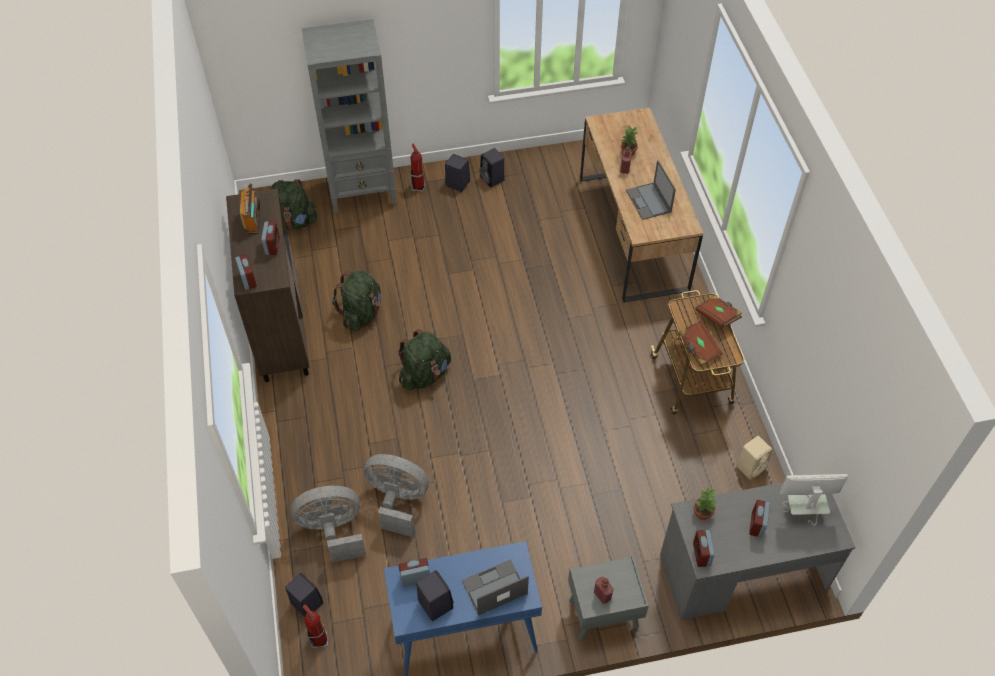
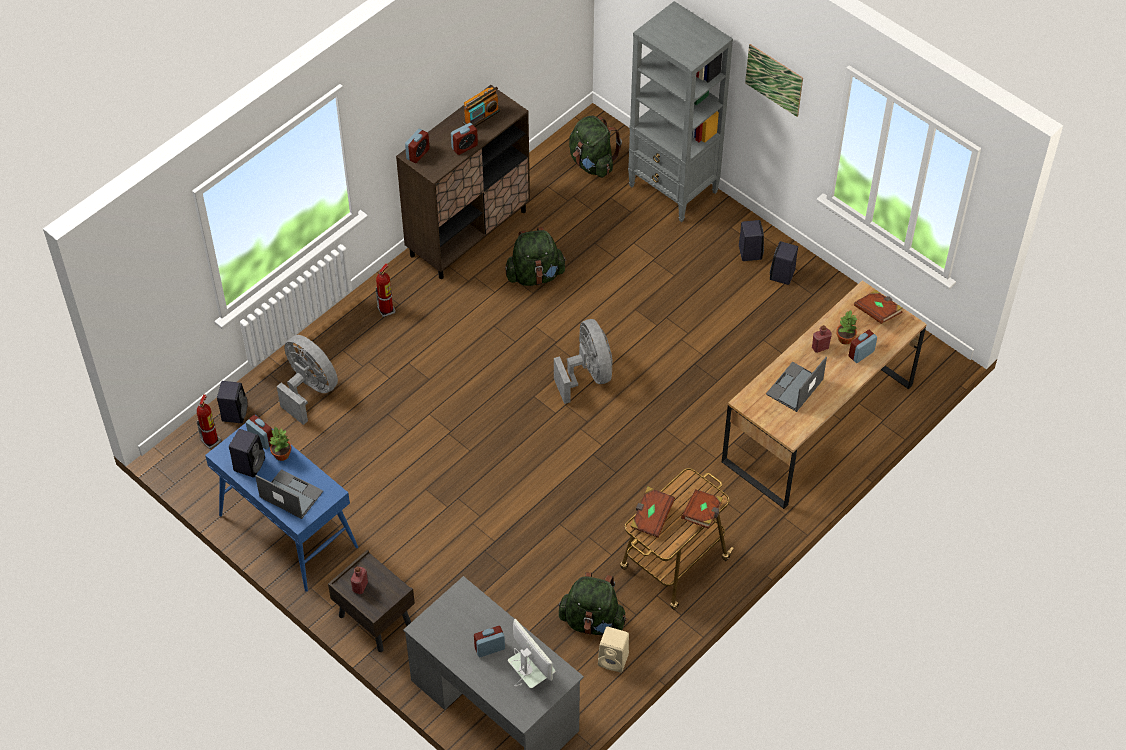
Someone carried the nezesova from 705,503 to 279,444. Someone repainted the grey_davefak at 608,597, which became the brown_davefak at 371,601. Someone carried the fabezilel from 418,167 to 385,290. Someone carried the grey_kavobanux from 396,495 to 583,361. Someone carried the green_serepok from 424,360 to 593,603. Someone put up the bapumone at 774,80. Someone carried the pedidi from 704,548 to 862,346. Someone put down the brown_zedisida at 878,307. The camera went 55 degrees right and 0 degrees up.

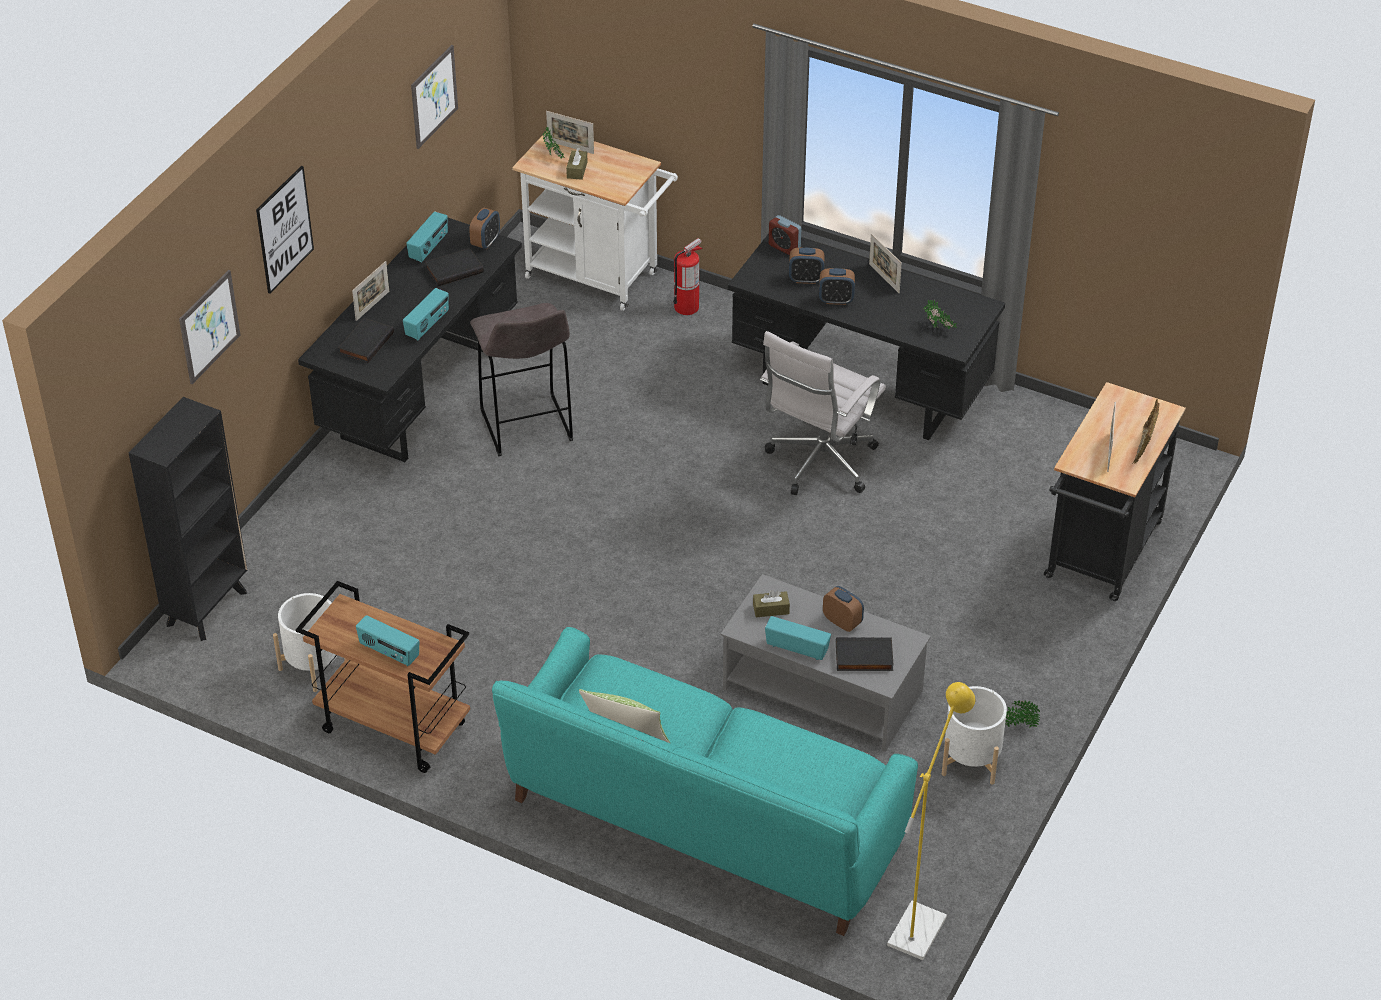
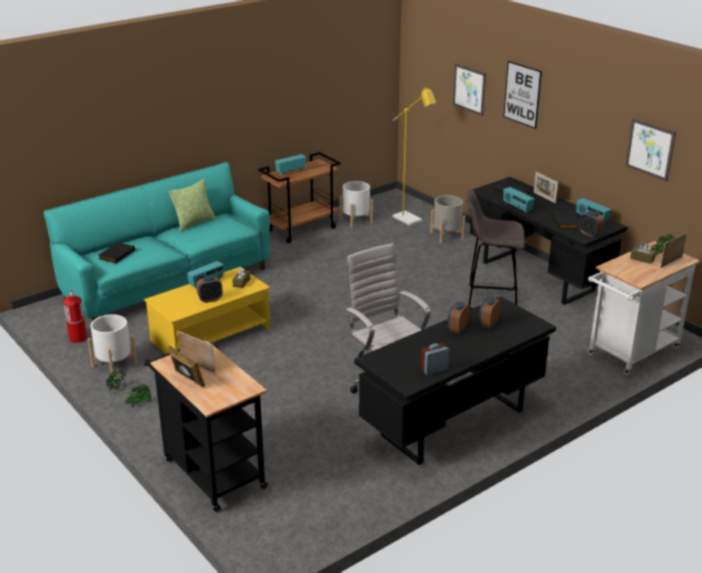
Someone carried the fabezilel from 687,276 to 75,316. Someone carried the black_zedisida from 864,654 to 117,253. Someone carried the nezesova from 940,314 to 138,396. Someone repainted the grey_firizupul at 826,663, which became the yellow_firizupul at 207,310. Someone carried the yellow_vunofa from 931,821 to 414,156. Someone carried the pedidi from 785,235 to 435,359. Someone put down the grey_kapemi at 447,219. Someone took away the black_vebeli at 187,519. Someone took away the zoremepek at 885,263. The camera went 115 degrees right and 15 degrees down.

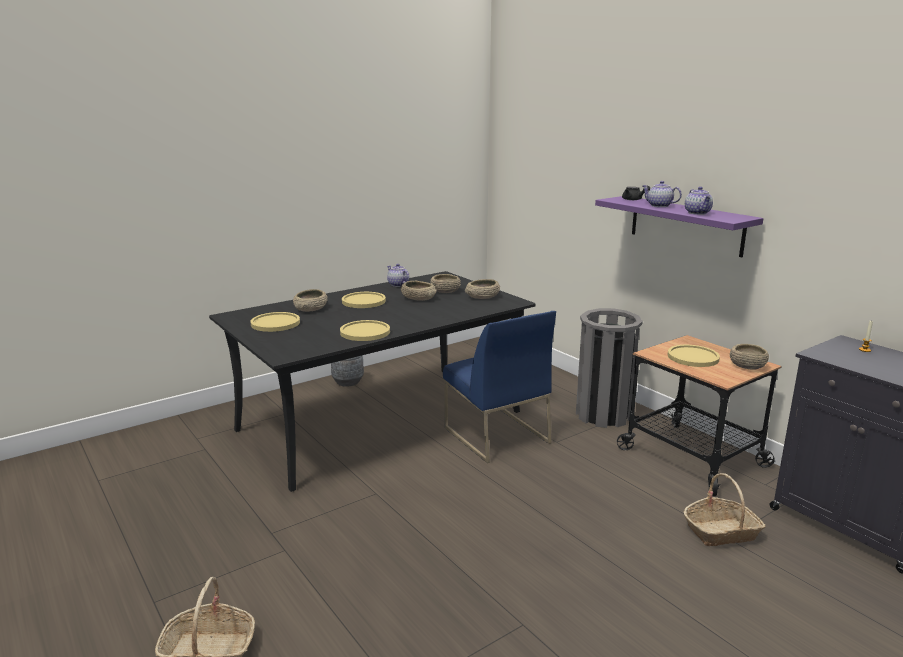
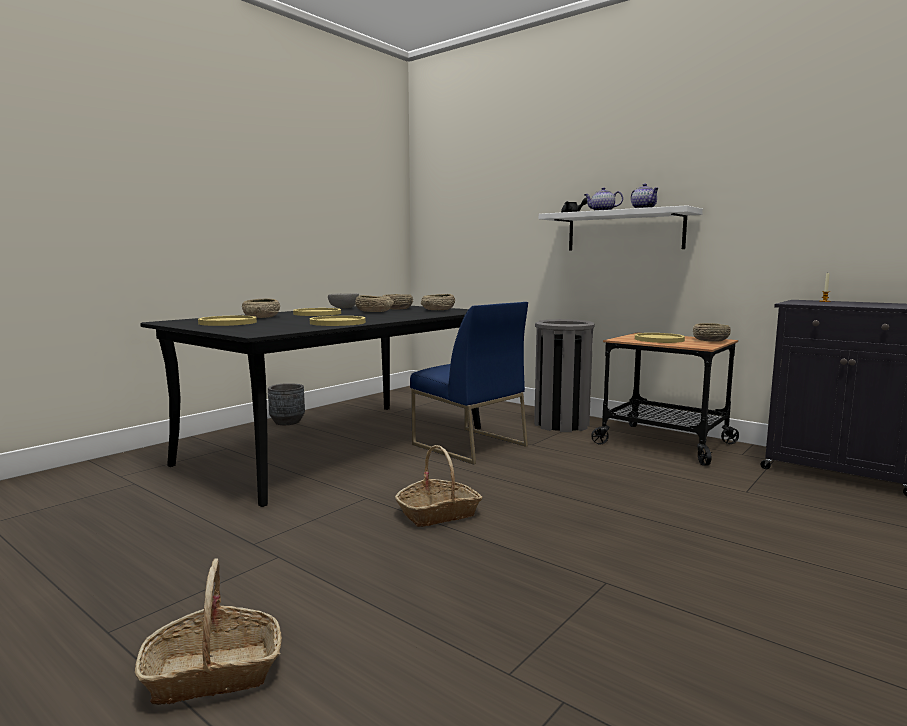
Someone swapped the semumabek at 398,275 for the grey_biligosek at 343,301. Someone carried the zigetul from 725,509 to 438,486. Someone repainted the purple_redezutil at 679,226, which became the white_redezutil at 621,228. The camera went 15 degrees left and 10 degrees down.

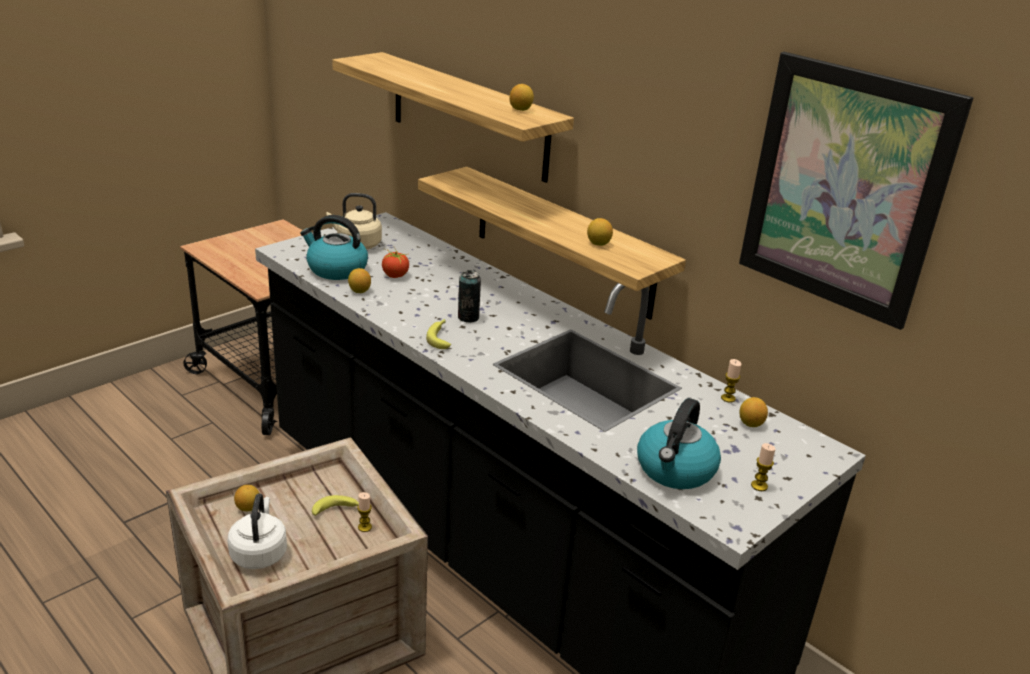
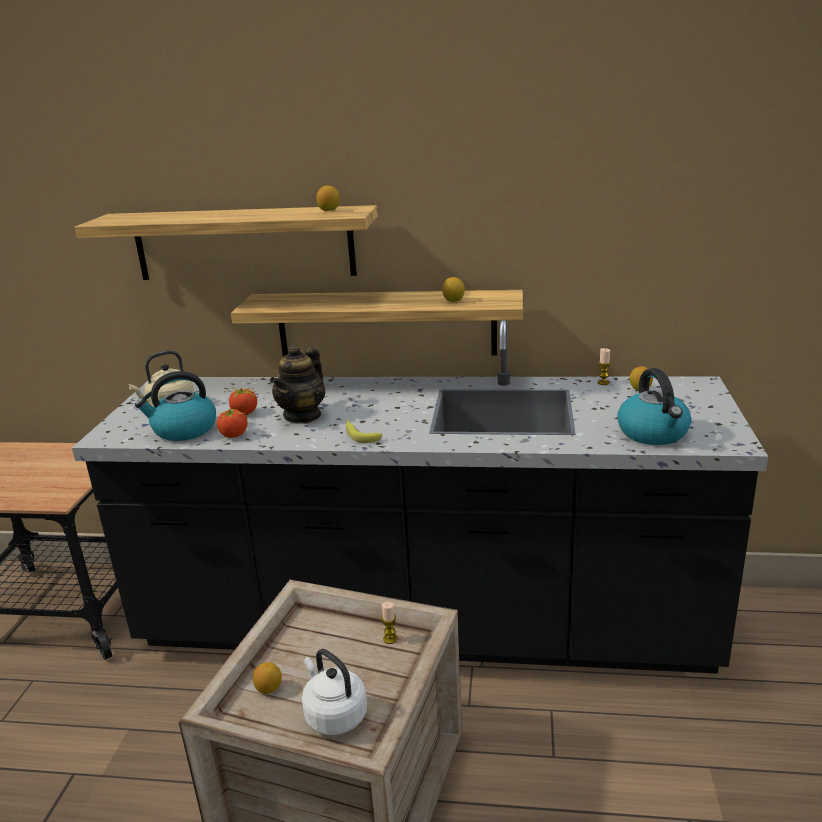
Someone swapped the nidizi at 359,280 for the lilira at 232,423. Someone put down the semumabek at 297,384. Someone took away the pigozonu at 335,505. Someone took away the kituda at 469,296. Someone took away the bapumone at 856,191. Someone took away the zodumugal at 763,467. The camera went 35 degrees left and 5 degrees down.

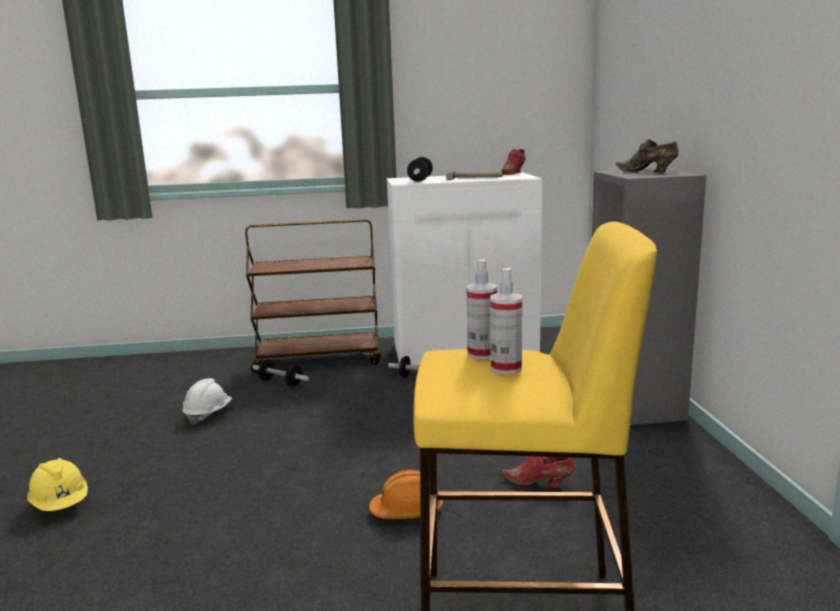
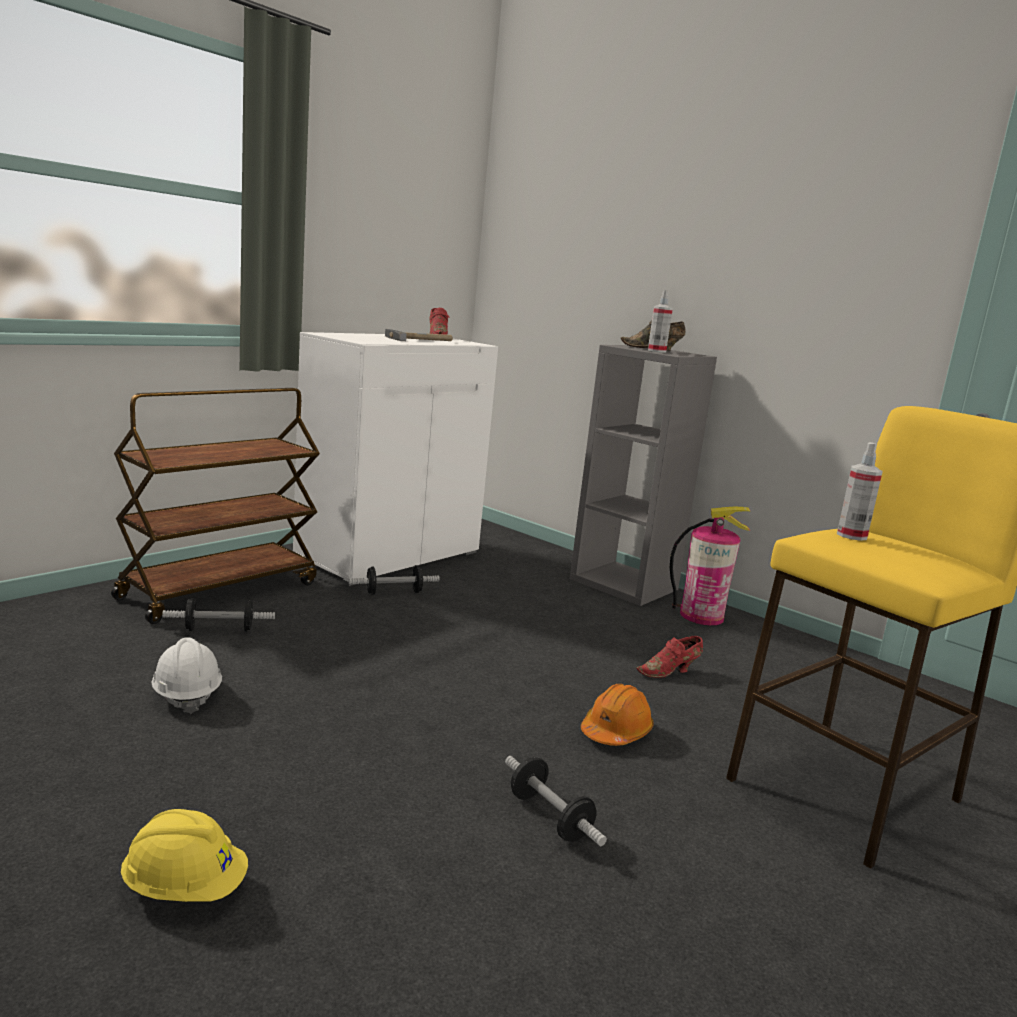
Someone carried the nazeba from 420,169 to 556,801. Someone carried the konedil from 506,321 to 660,321. Someone put down the fabezilel at 710,565. The camera went 45 degrees left and 0 degrees up.

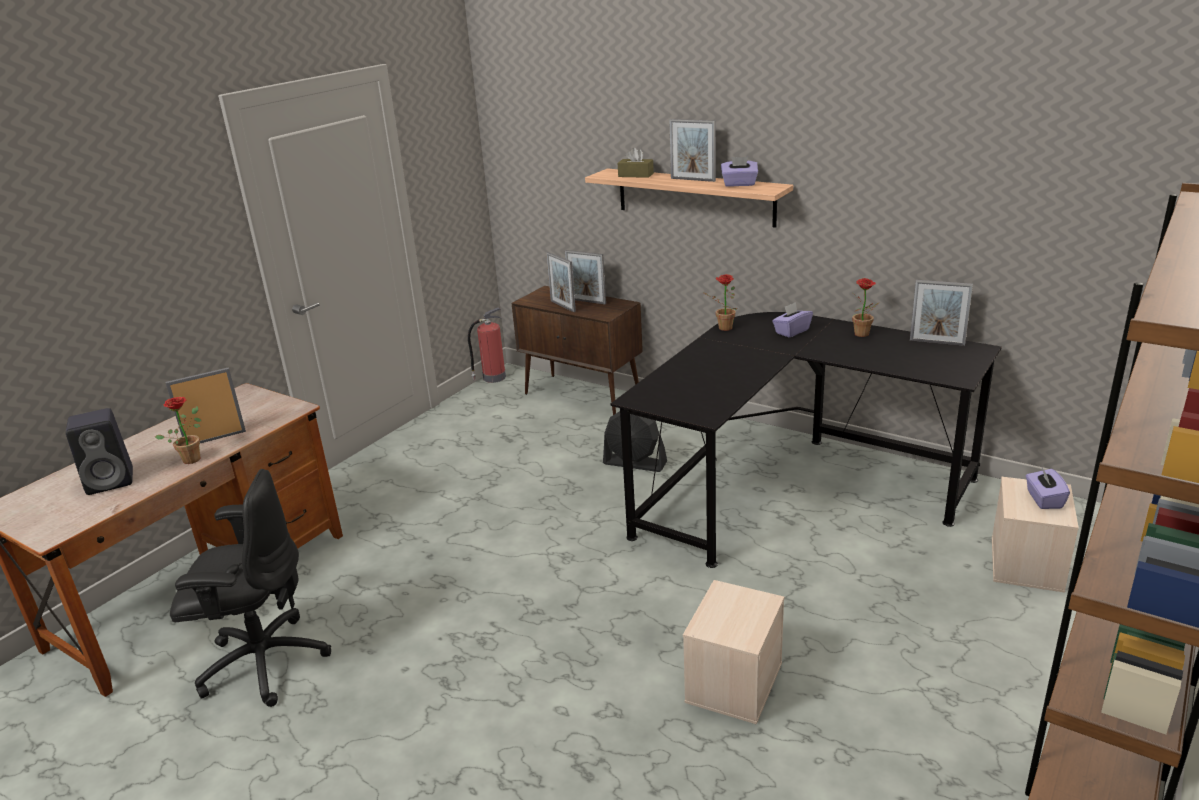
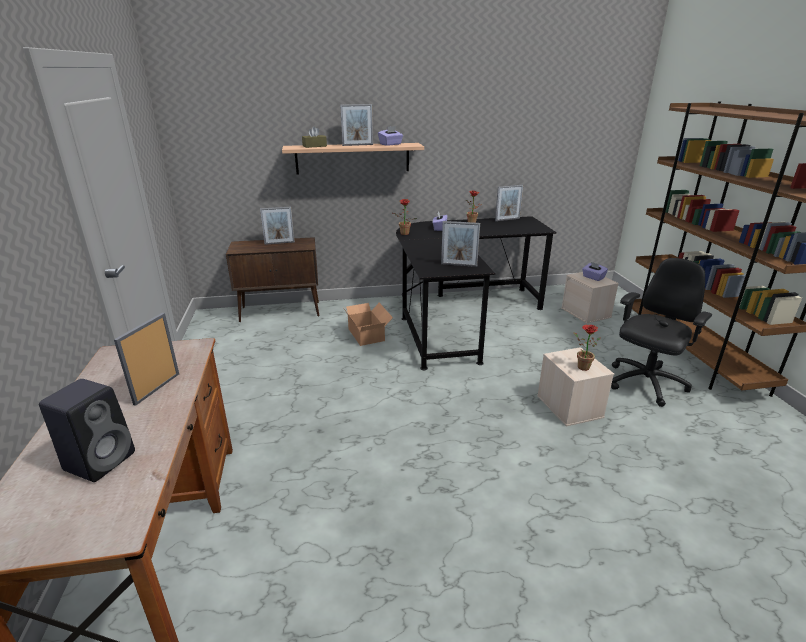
Someone swapped the black_kavobanux at 635,441 for the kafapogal at 368,324. Someone carried the zoremepek from 561,282 to 460,244. Someone carried the nezesova from 178,430 to 587,348. Someone carried the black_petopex from 250,588 to 661,332. Someone took away the fabezilel at 487,345. The camera went 45 degrees left and 0 degrees up.

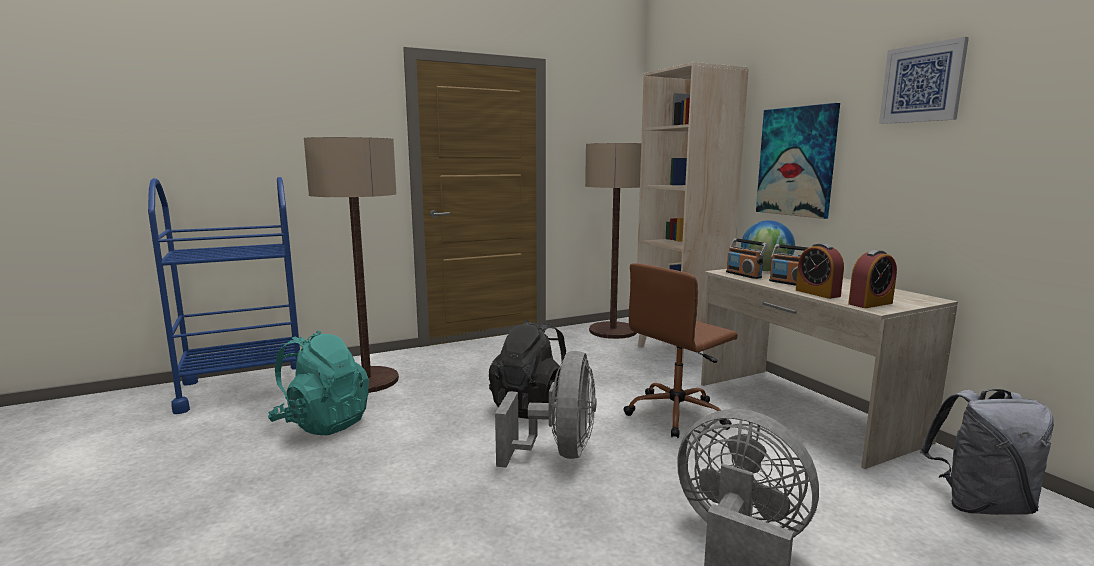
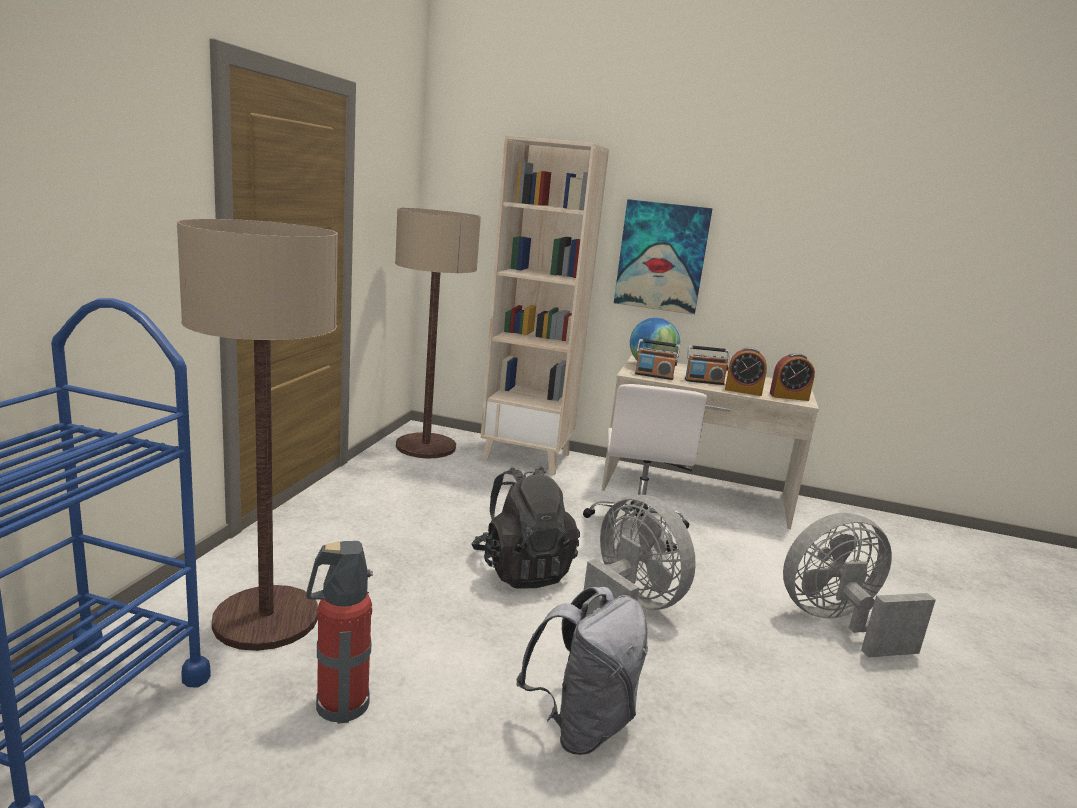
Someone swapped the turquoise_serepok at 318,382 for the fabezilel at 339,632. Someone carried the grey_serepok from 987,452 to 582,671. Someone repainted the brown_petopex at 681,350, which became the white_petopex at 645,468. Someone rotated the pedidi at 872,279 by 75 degrees clockwise. Someone took away the bapumone at 924,80. The camera went 50 degrees left and 5 degrees up.

